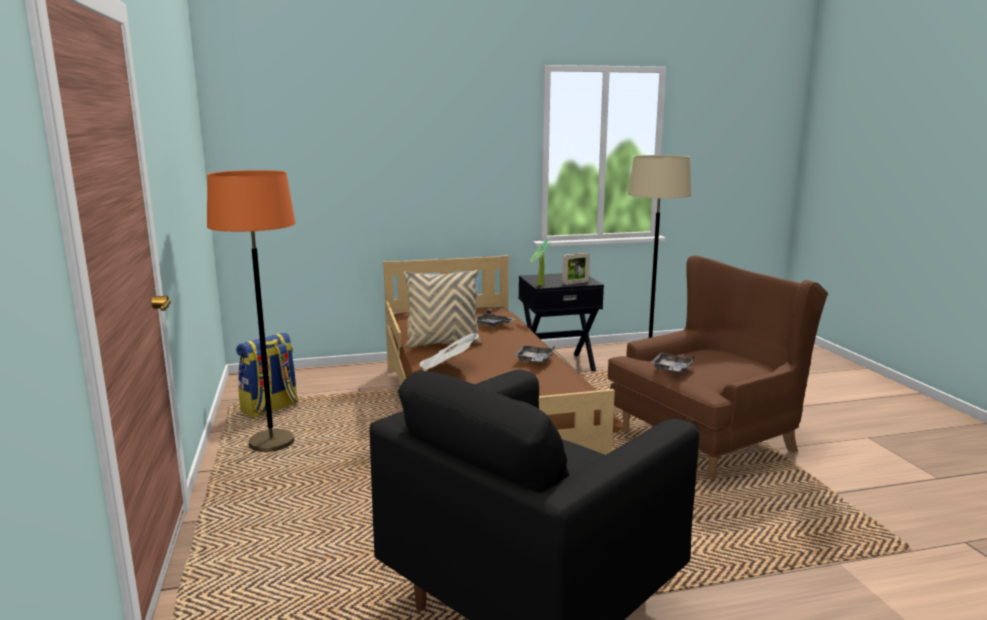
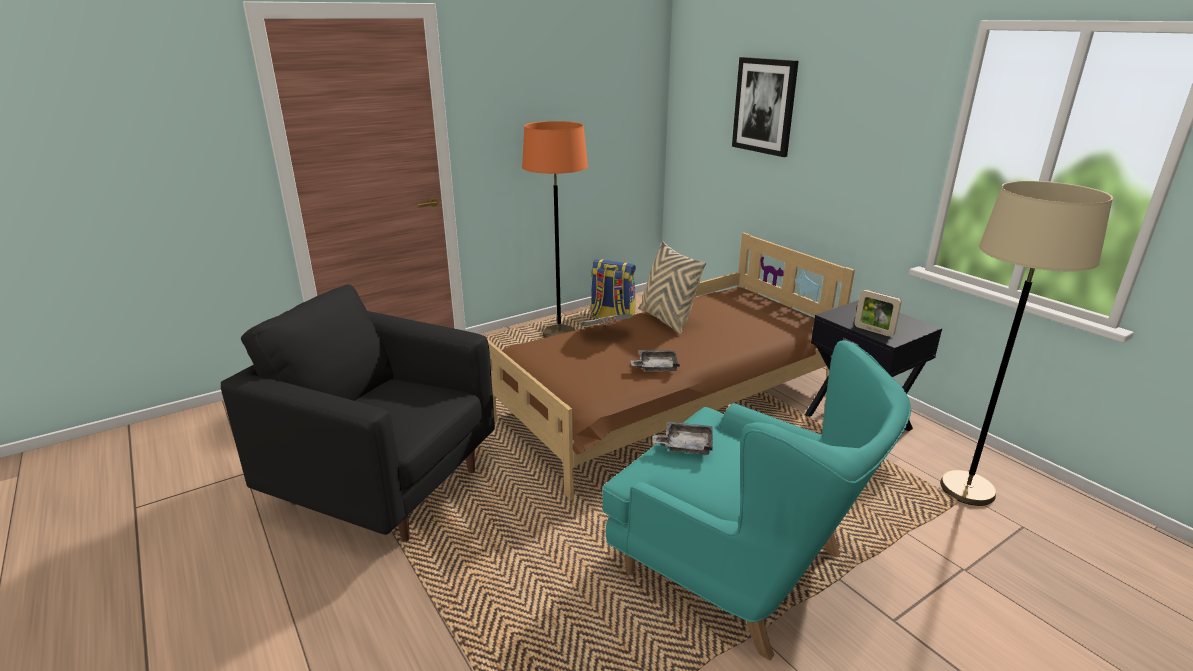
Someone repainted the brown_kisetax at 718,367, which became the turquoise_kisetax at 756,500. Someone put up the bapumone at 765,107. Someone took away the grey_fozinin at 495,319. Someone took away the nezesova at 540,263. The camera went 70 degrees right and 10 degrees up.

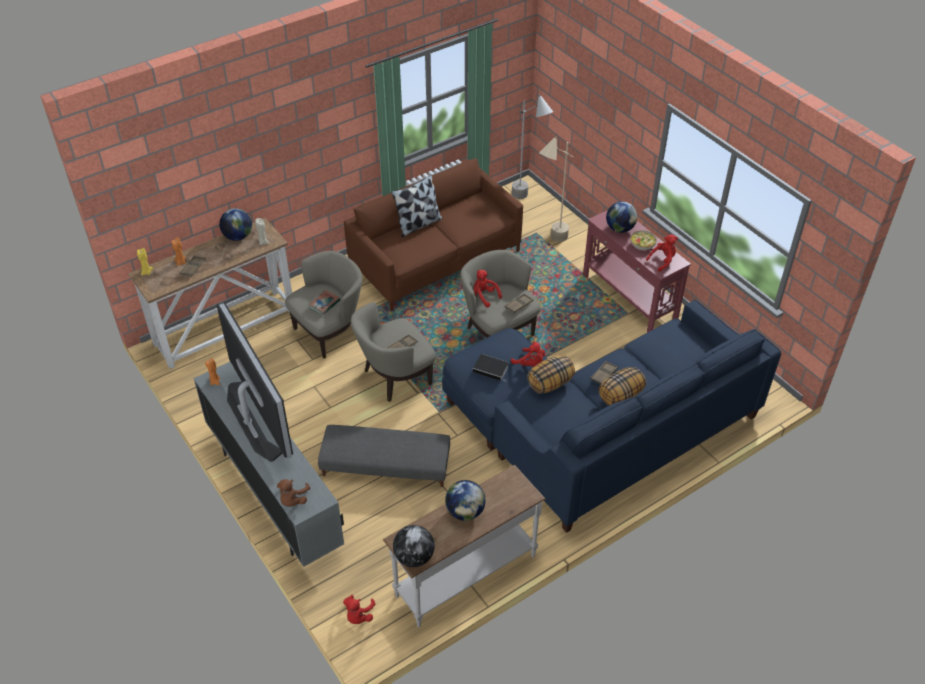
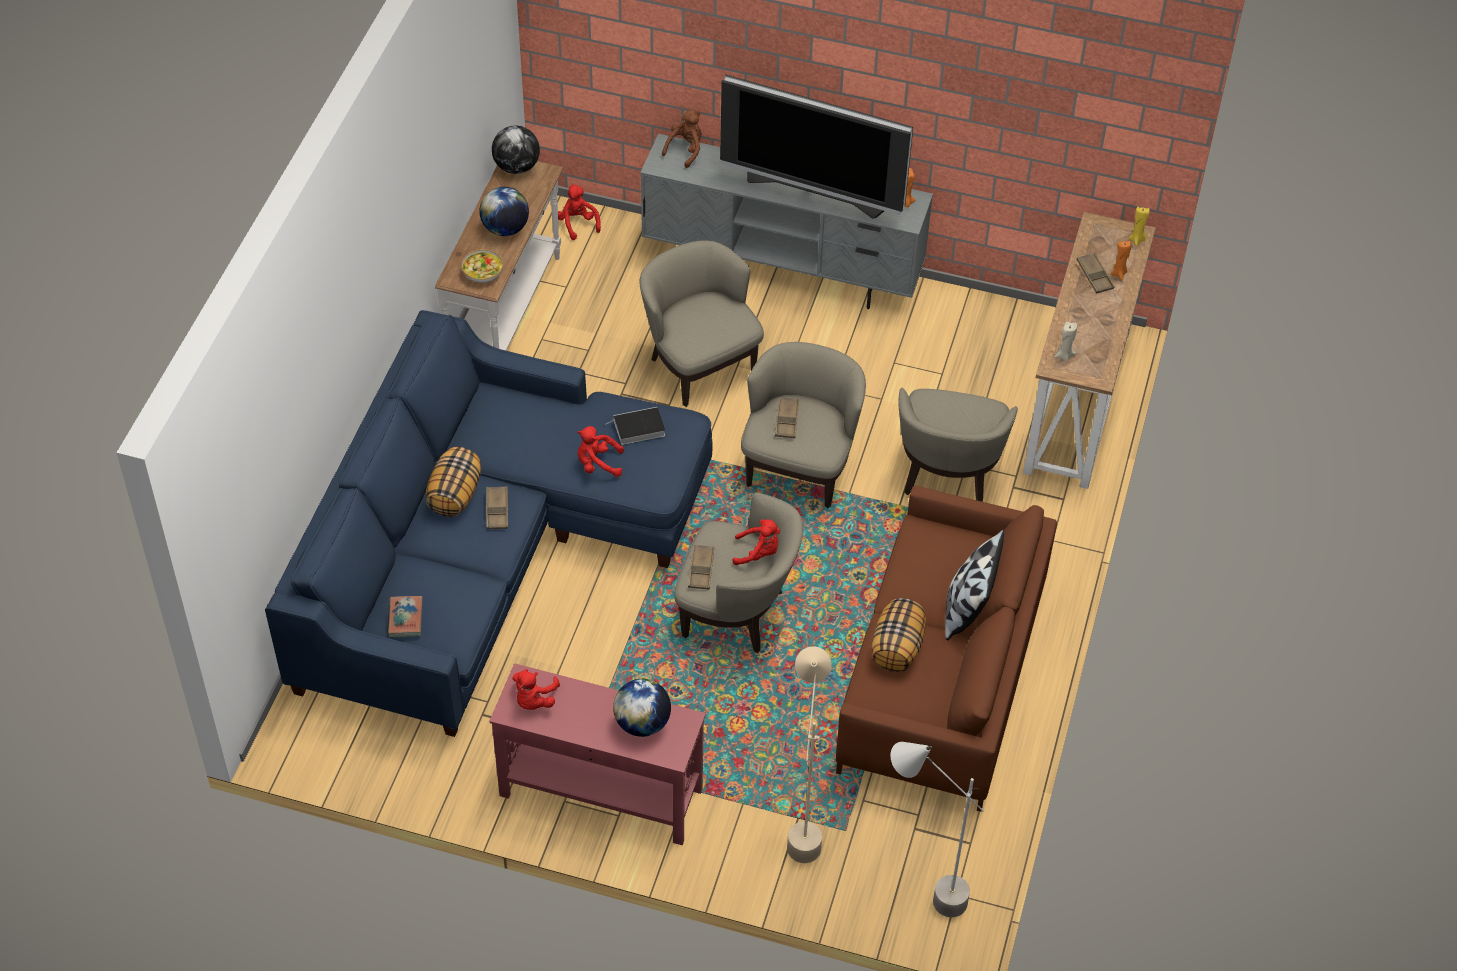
Someone carried the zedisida from 324,302 to 405,616. Someone carried the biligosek from 644,240 to 482,266. Someone swapped the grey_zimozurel at 384,456 for the beige_kisetax at 701,324. Someone rotated the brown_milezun at 293,493 by 60 degrees clockwise. Someone carried the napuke from 551,374 to 899,635. Someone took away the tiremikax at 235,224. The camera went 140 degrees right and 5 degrees up.

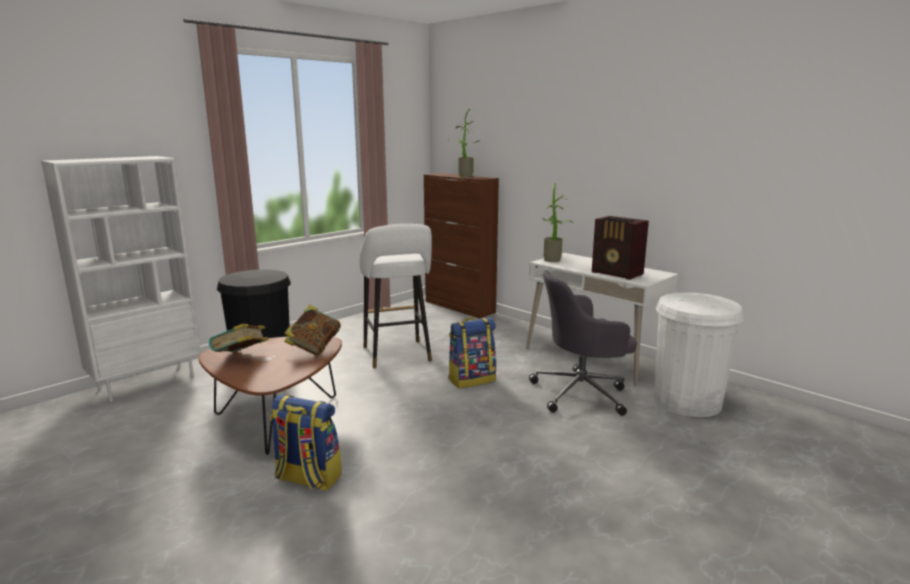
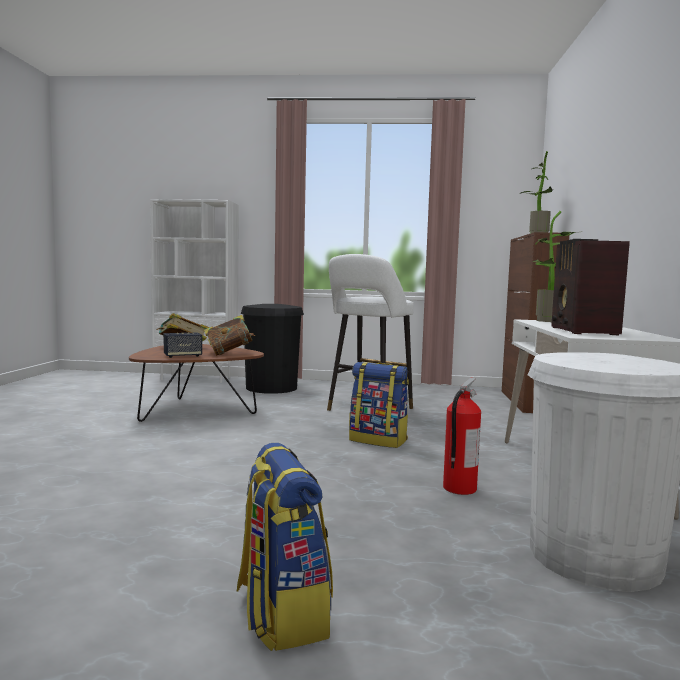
Someone put down the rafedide at 183,345. Someone carried the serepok from 306,443 to 285,547. Someone swapped the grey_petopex at 583,343 for the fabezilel at 462,436. The camera went 50 degrees right and 10 degrees down.

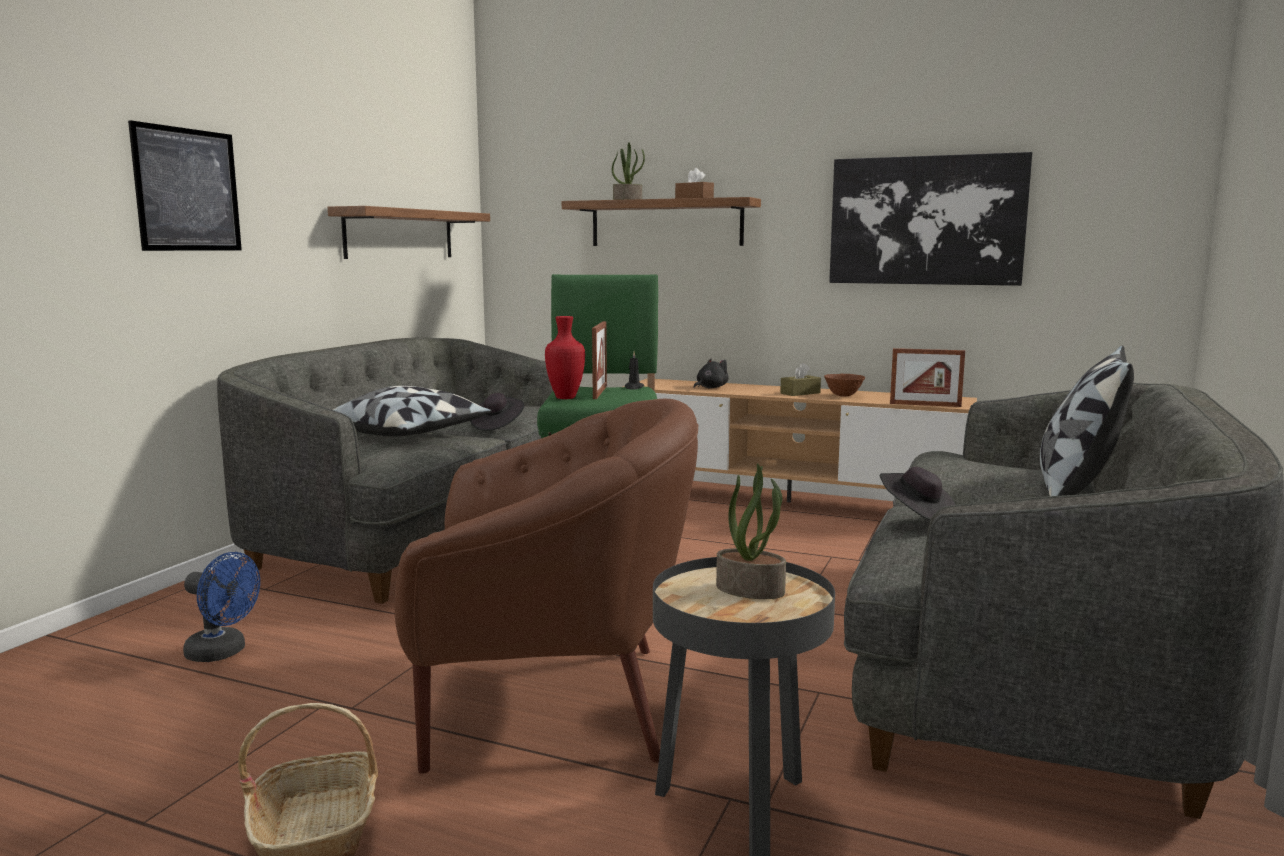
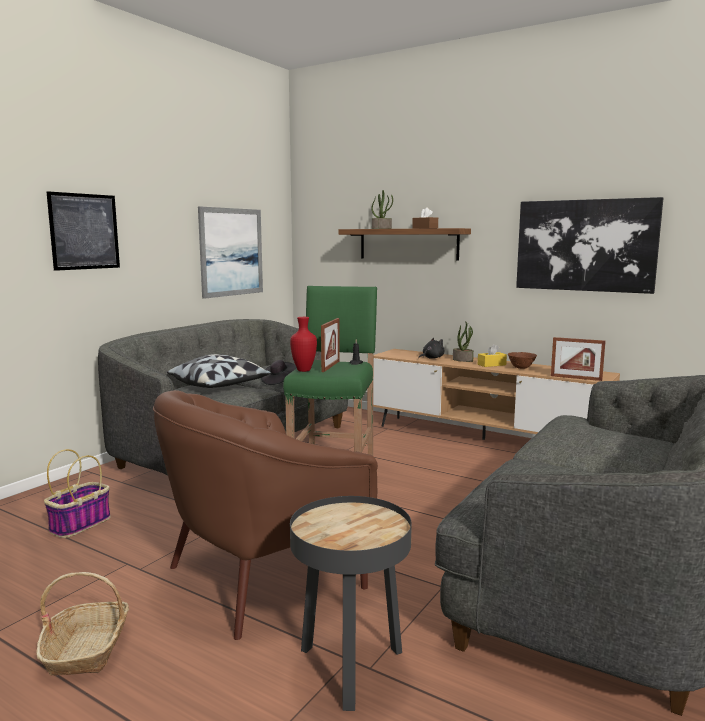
Someone swapped the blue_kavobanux at 221,607 for the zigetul at 77,493. Someone rotated the brown_kisetax at 547,586 by 135 degrees clockwise. Someone swapped the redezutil at 409,232 for the bapumone at 230,252. Someone carried the nezesova from 751,531 to 463,341. Someone repainted the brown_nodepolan at 800,379, which became the yellow_nodepolan at 492,355. Someone took away the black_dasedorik at 918,493. Someone took away the napuke at 1087,421. The camera went 10 degrees right and 0 degrees up.

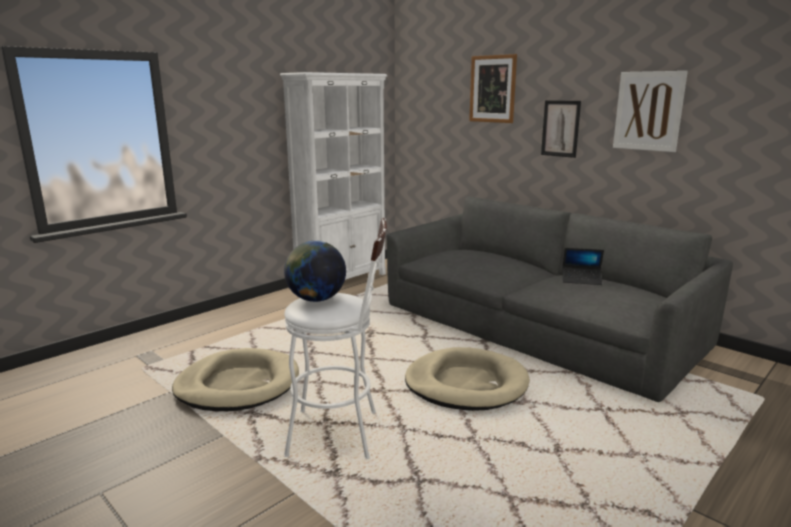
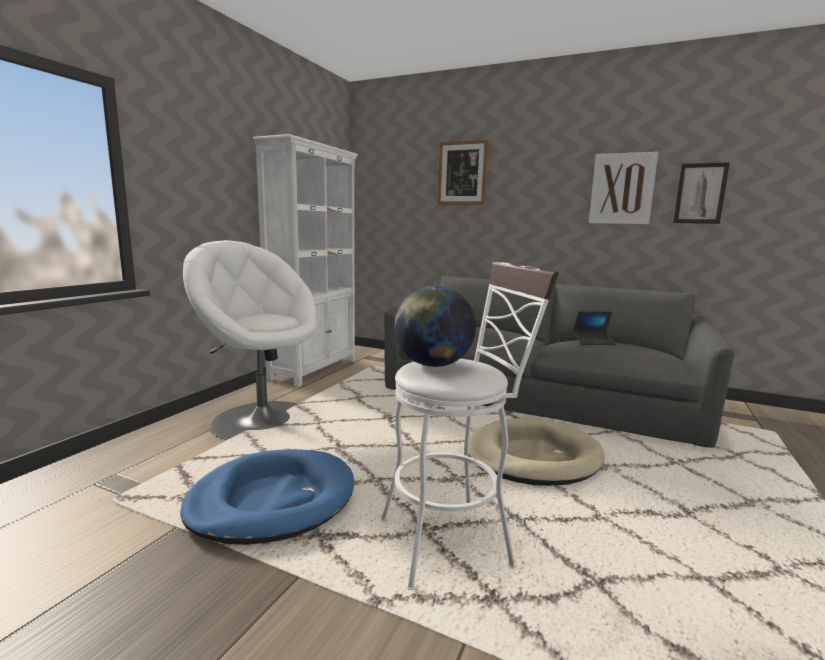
Someone repainted the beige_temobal at 235,379, which became the blue_temobal at 267,497. Someone put down the white_kisetax at 250,340. Someone carried the bapumone from 561,129 to 701,193. The camera went 20 degrees left and 5 degrees down.

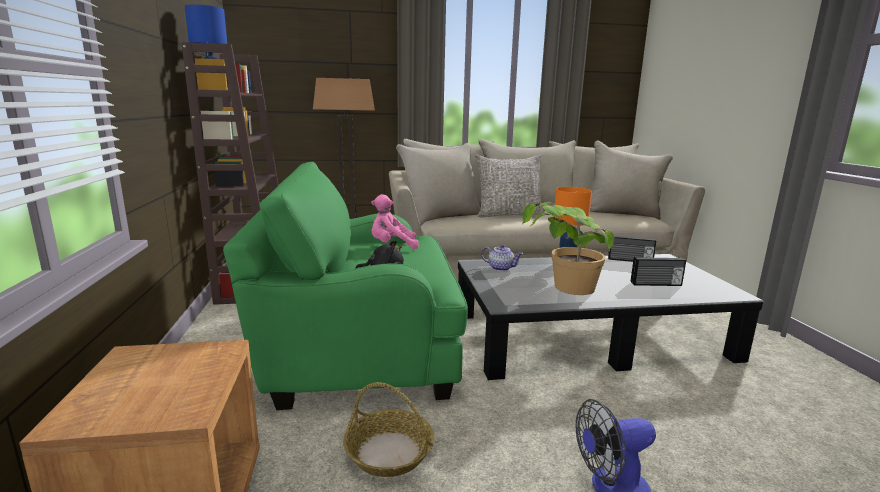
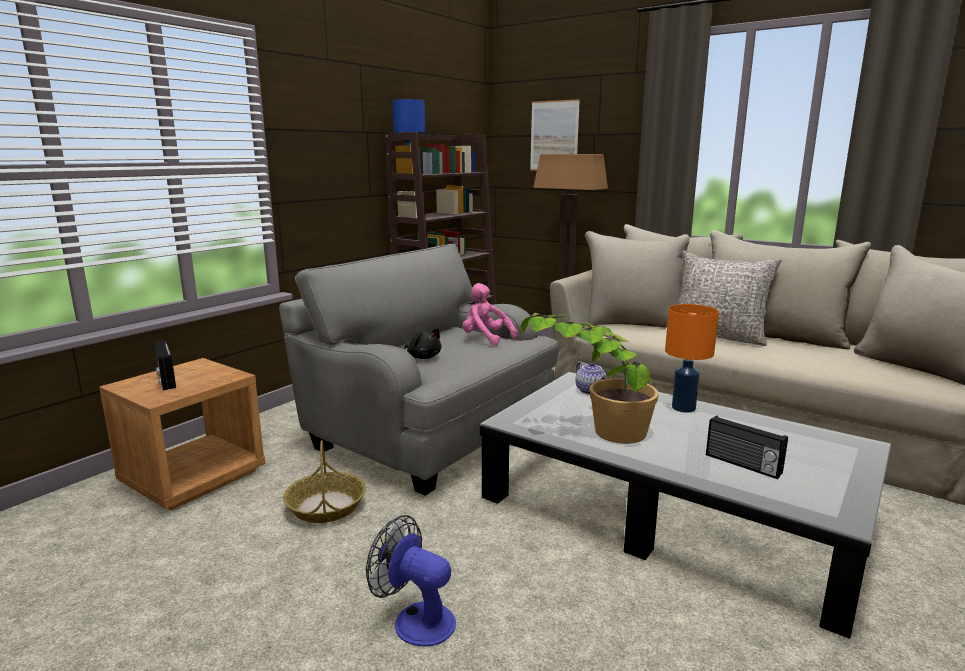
Someone carried the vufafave from 632,249 to 165,365. Someone repainted the green_kisetax at 345,286, which became the grey_kisetax at 419,370. Someone put up the bapumone at 555,135. The camera went 45 degrees right and 0 degrees up.

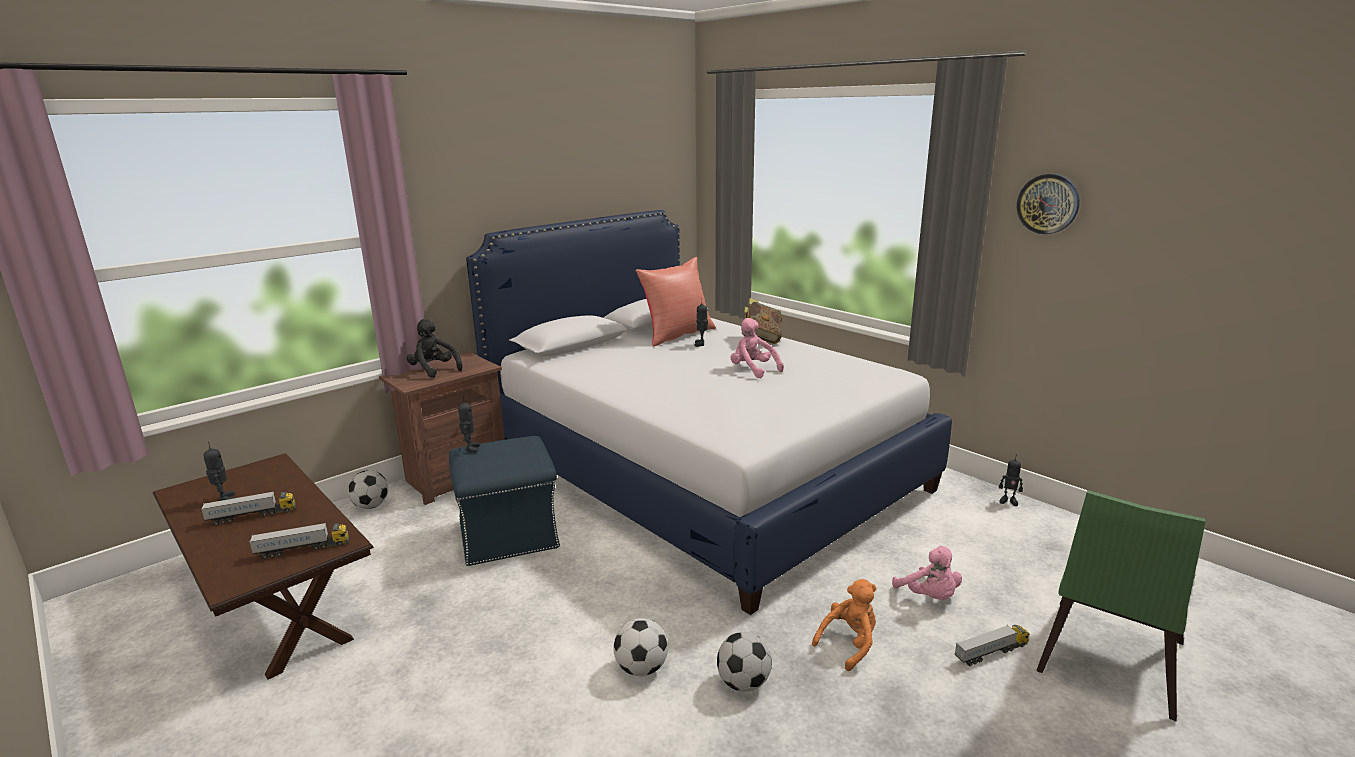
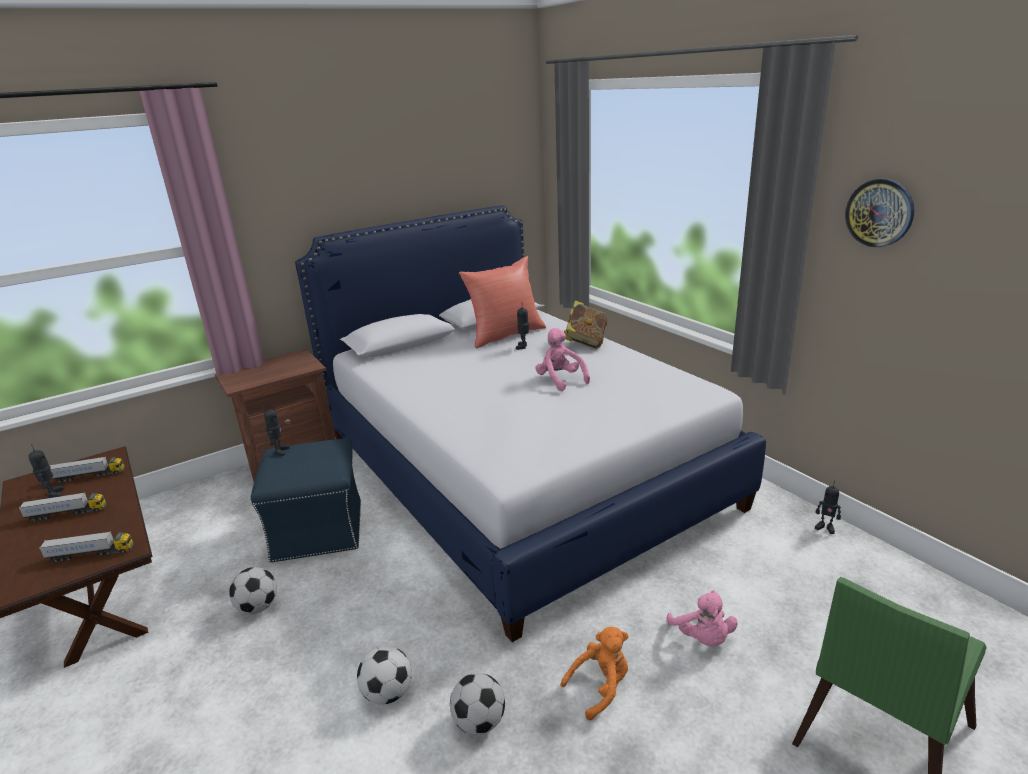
Someone carried the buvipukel from 992,645 to 87,469. Someone carried the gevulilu from 368,489 to 253,590. Someone took away the black_milezun at 434,348. The camera went 10 degrees right and 5 degrees up.

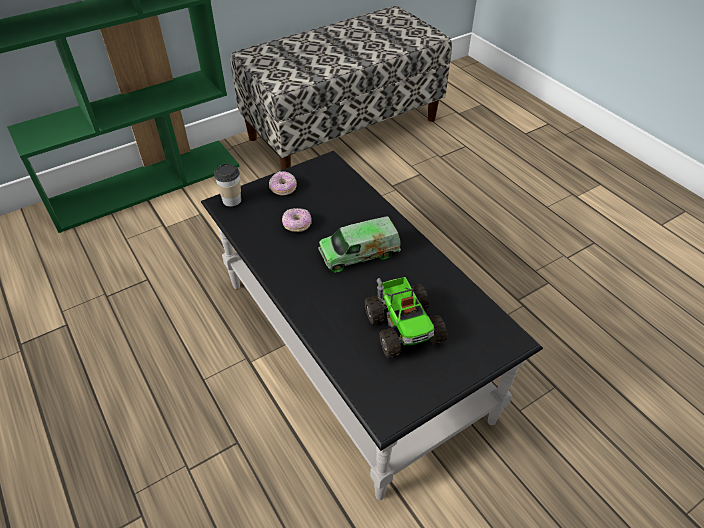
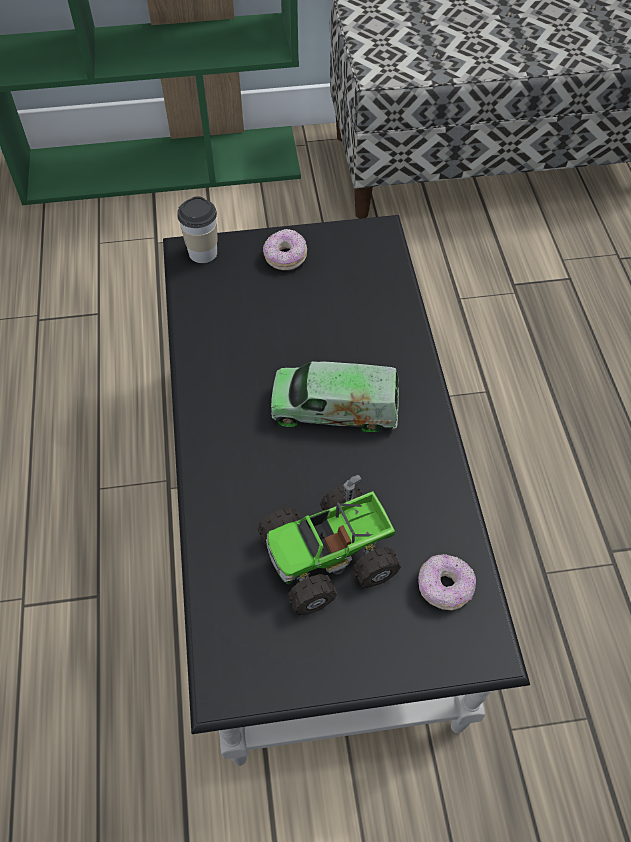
Someone rotated the buvipukel at 406,317 by 60 degrees clockwise. Someone carried the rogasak from 297,220 to 447,582. The camera went 25 degrees right and 10 degrees up.

